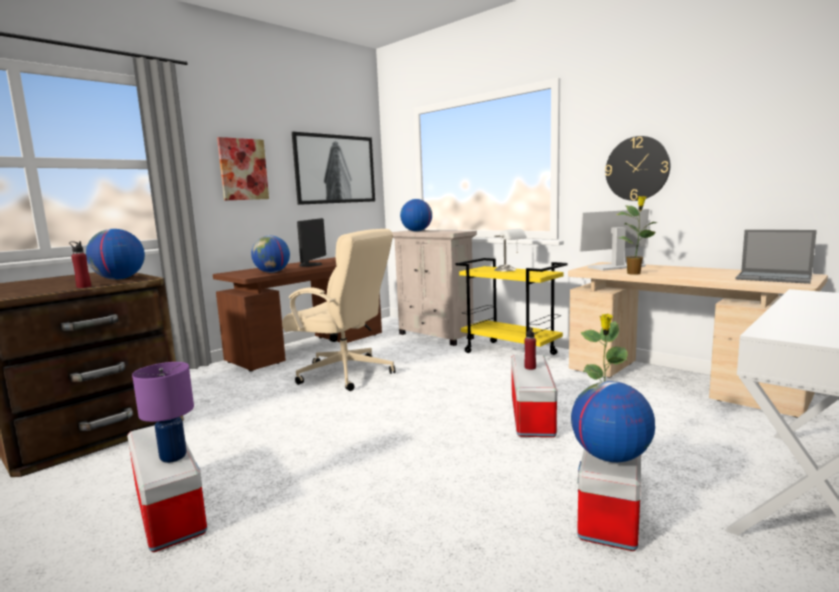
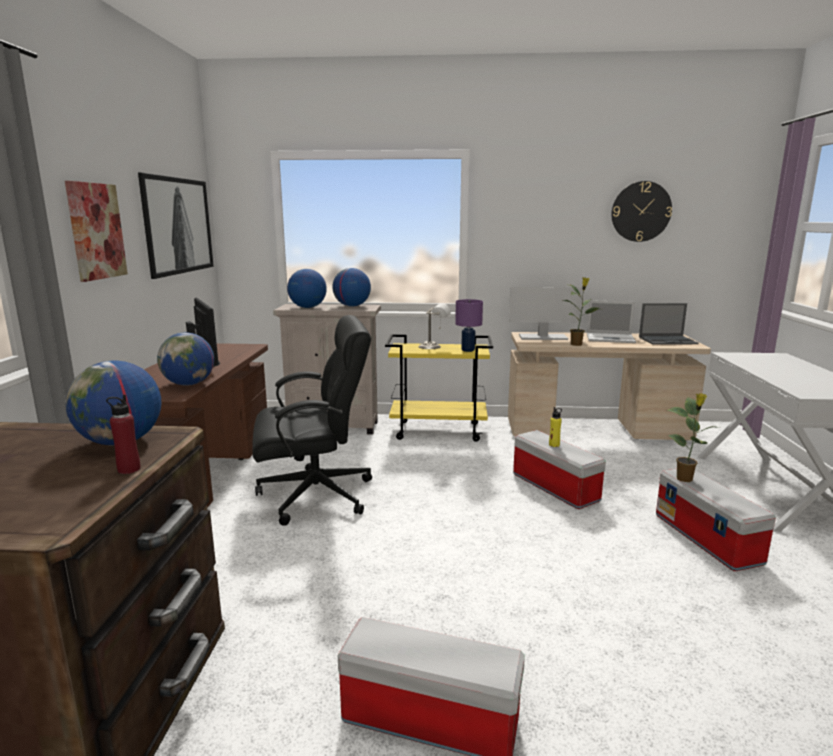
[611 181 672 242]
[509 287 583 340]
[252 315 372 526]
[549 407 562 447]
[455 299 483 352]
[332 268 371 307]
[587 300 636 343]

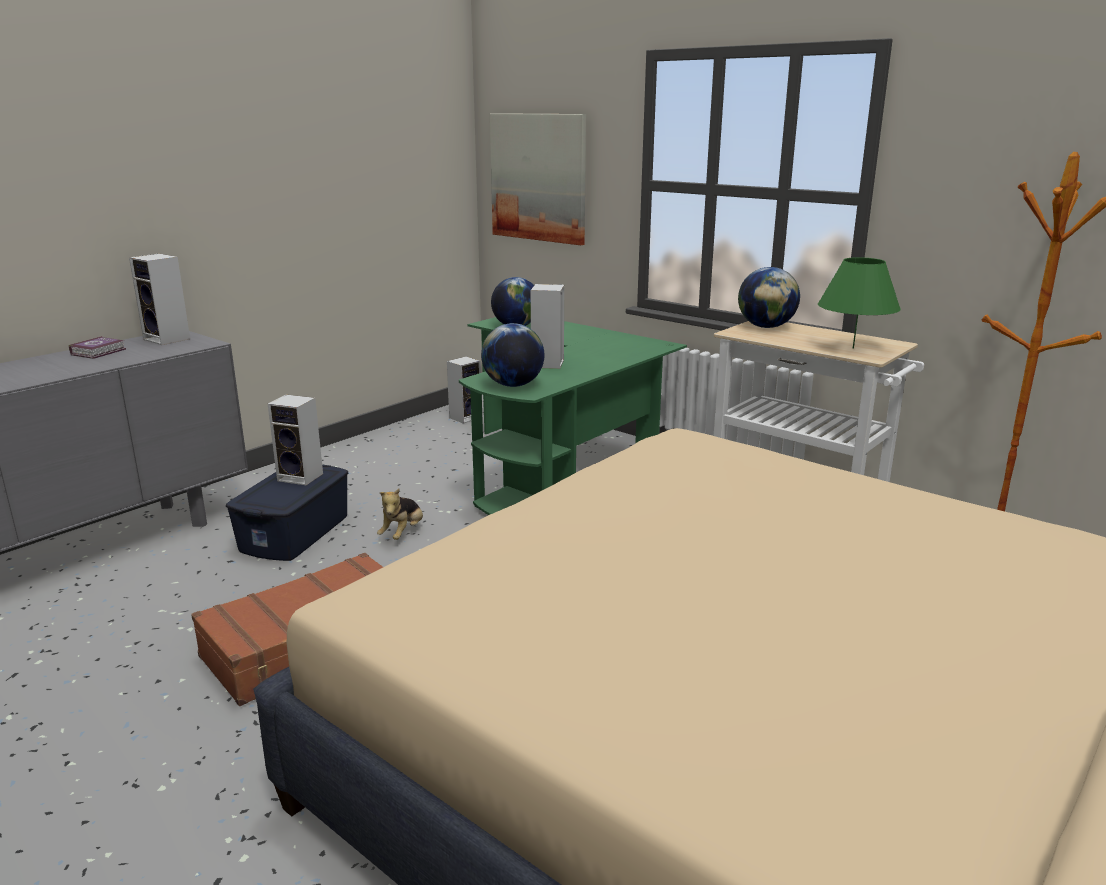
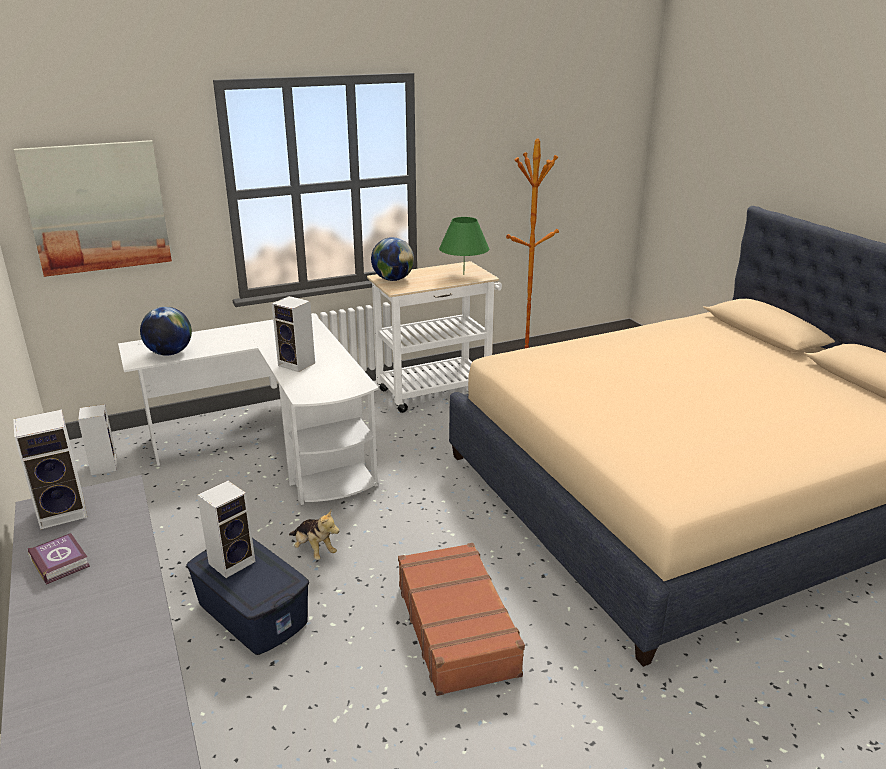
[118 313 378 505]
[481 323 544 387] (first image)

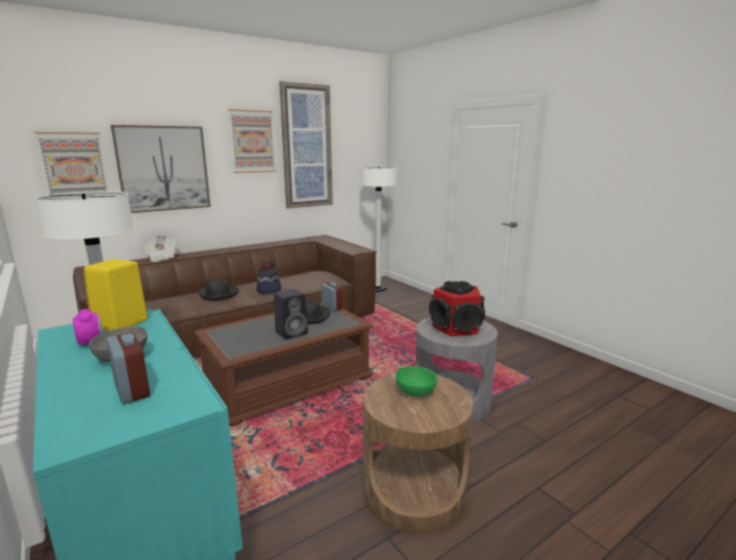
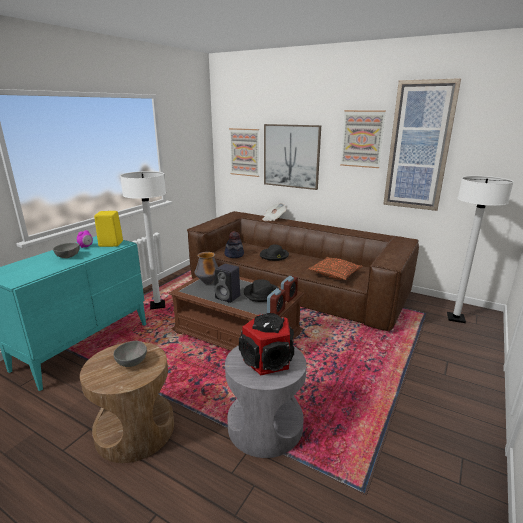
[224 231 244 258]
[267 288 286 315]
[113 341 147 367]
[195 252 218 284]
[308 257 363 280]

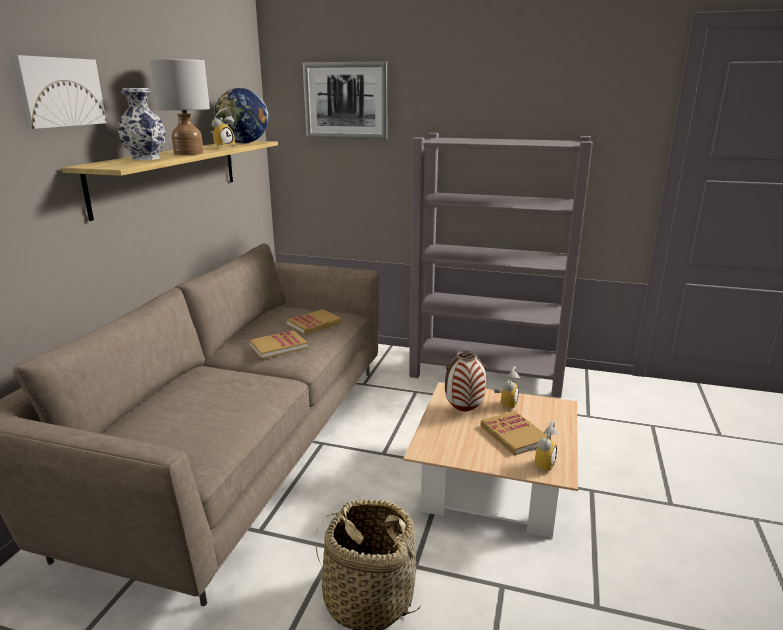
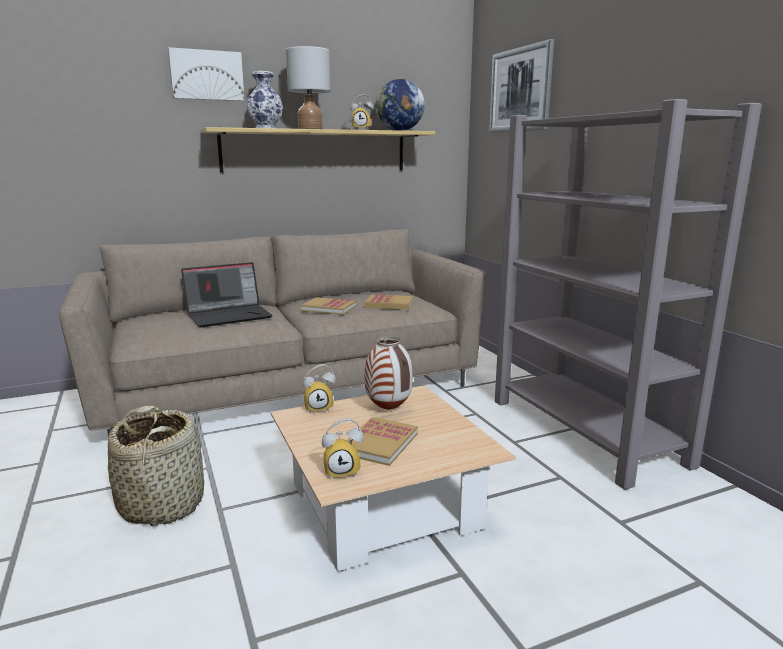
[303 364 336 414]
[181 262 273 328]

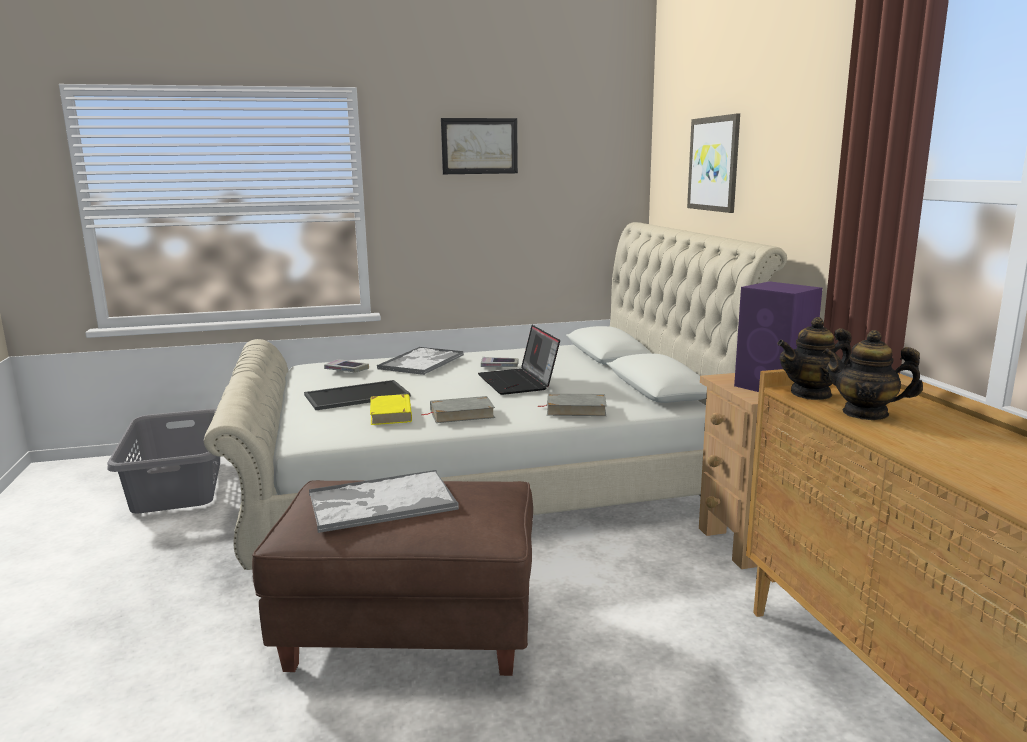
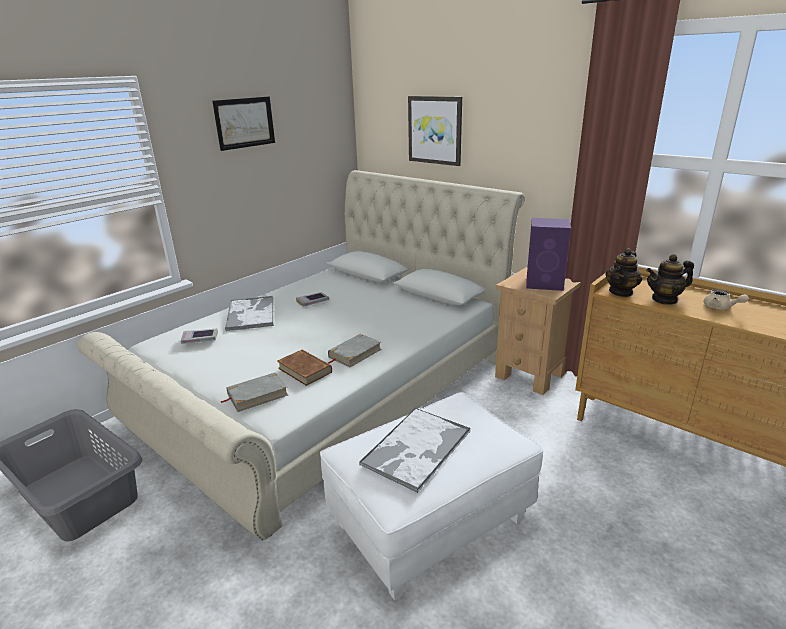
[478 325 560 395] (first image)
[304 380 411 410] (first image)
[220 372 288 412]
[277 350 332 386]
[320 392 543 600]
[703 289 749 310]

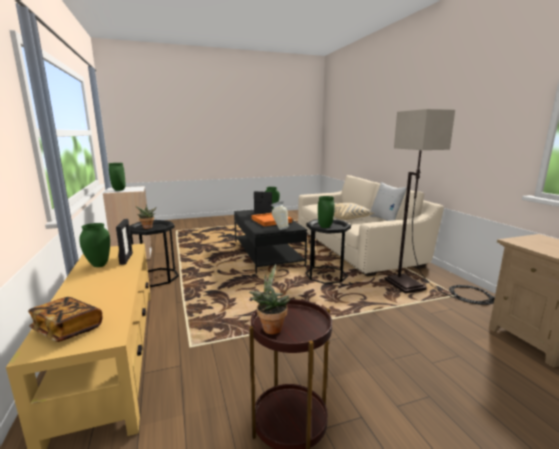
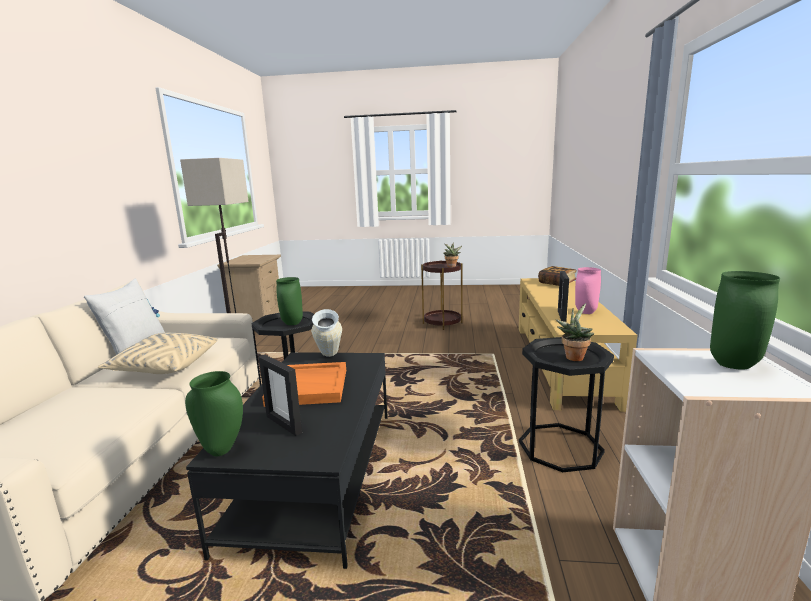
[575 267 601 314]

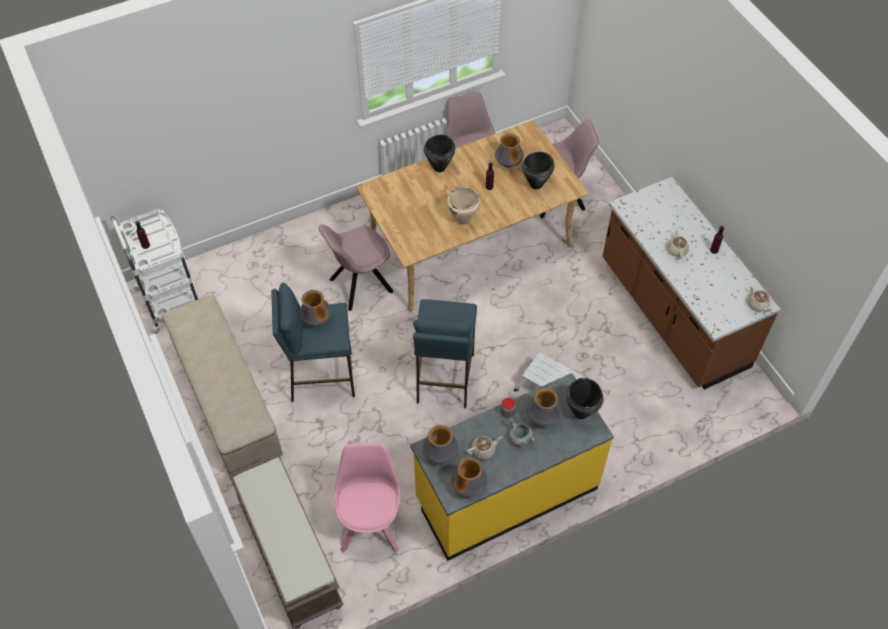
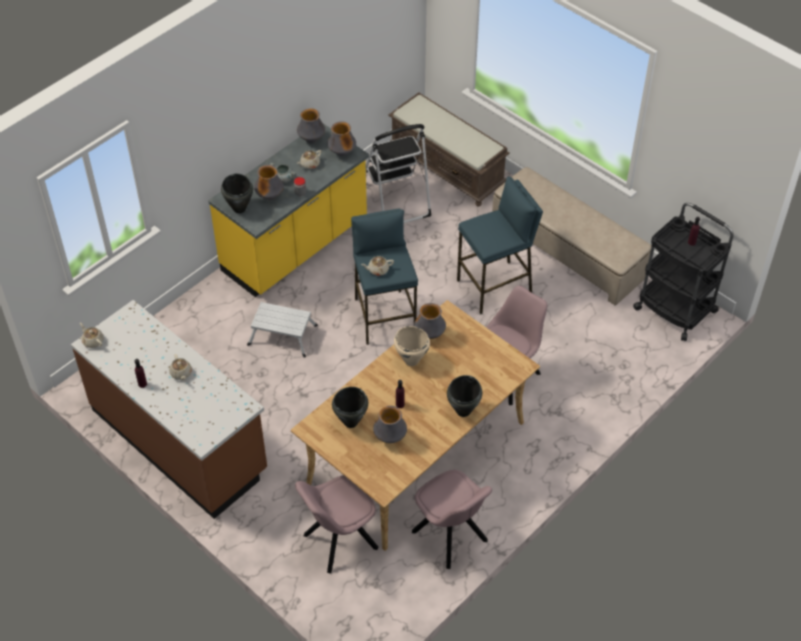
[633 203 734 341]
[414 303 446 339]
[366 124 431 223]
[361 256 394 276]

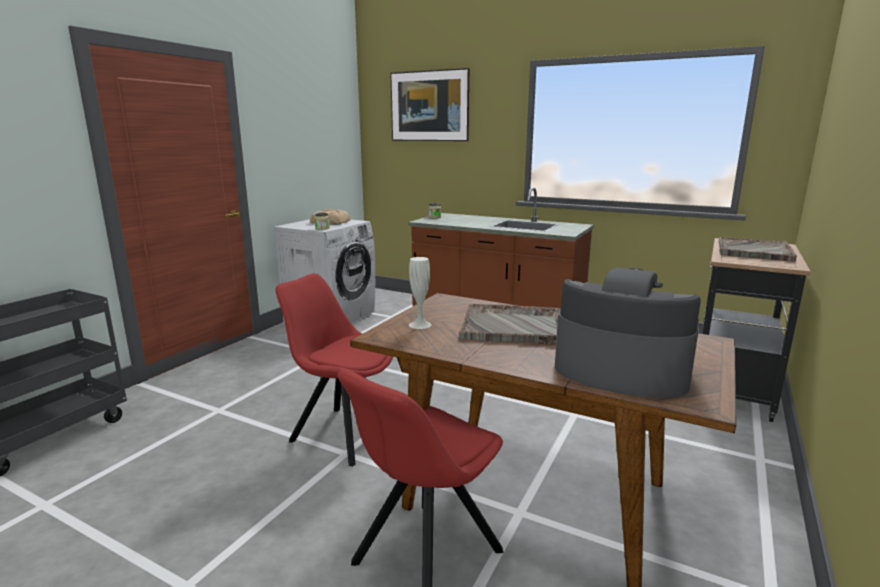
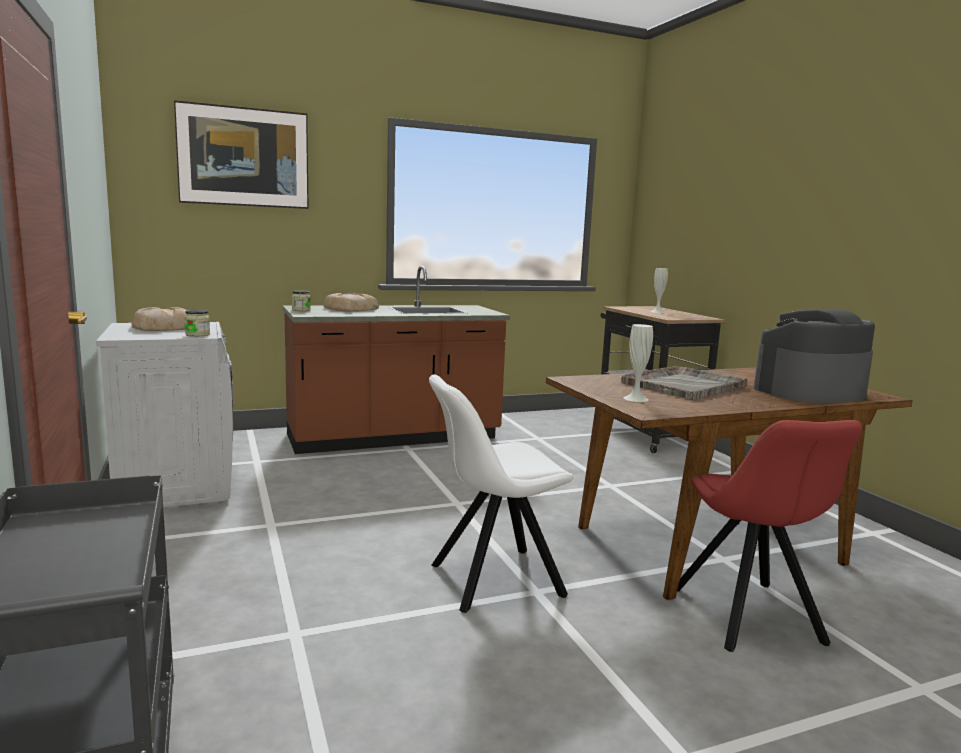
[650 268 668 313]
[429 374 573 613]
[323 293 379 311]

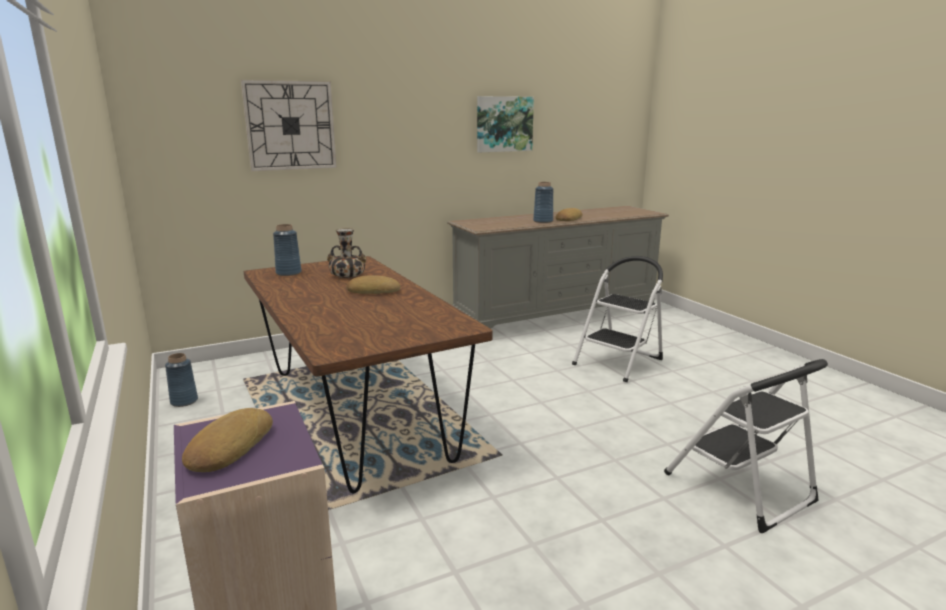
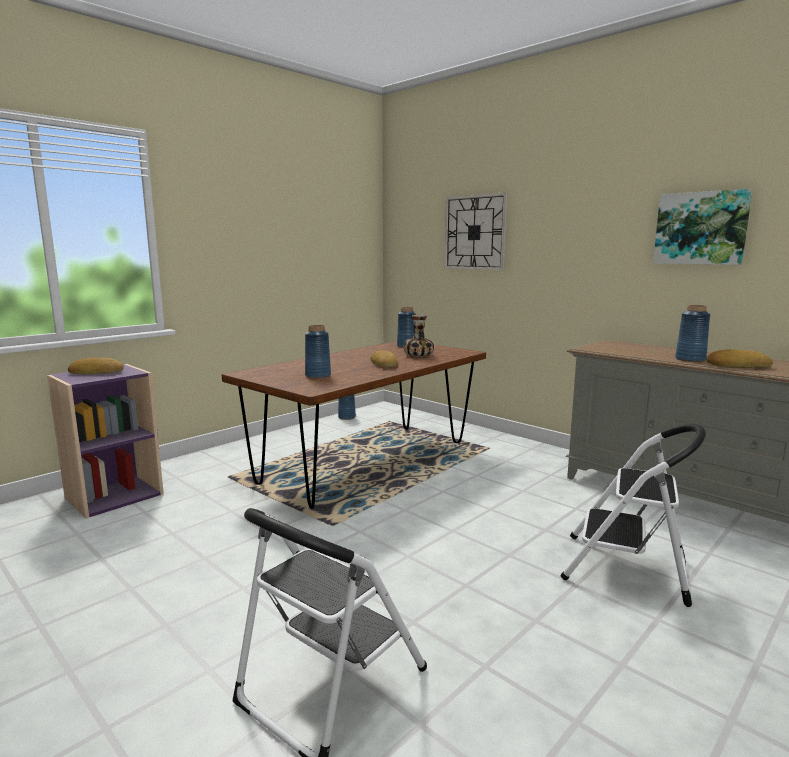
[305 325 331 378]

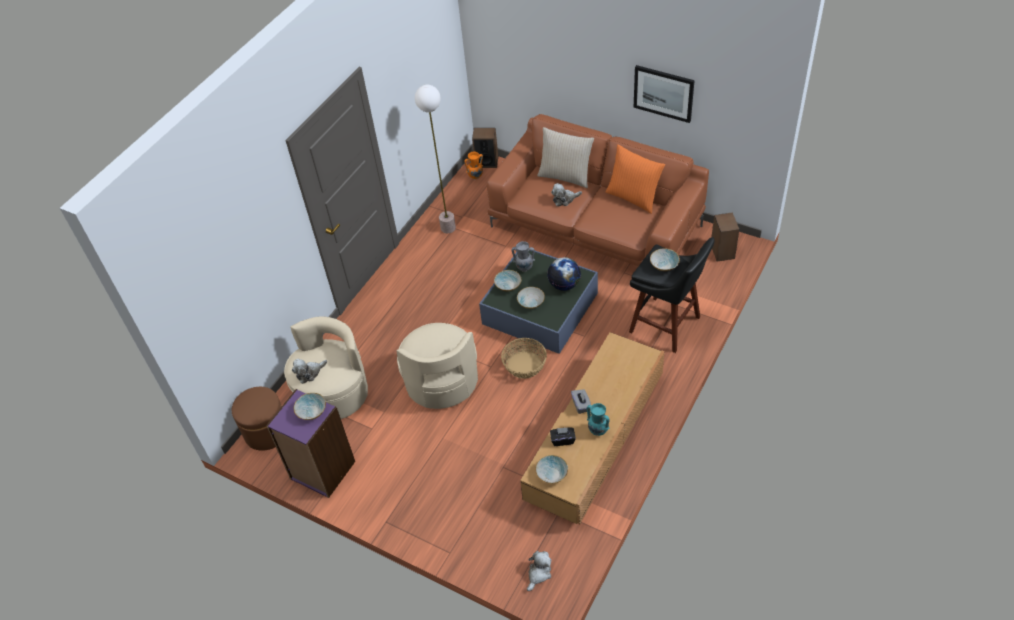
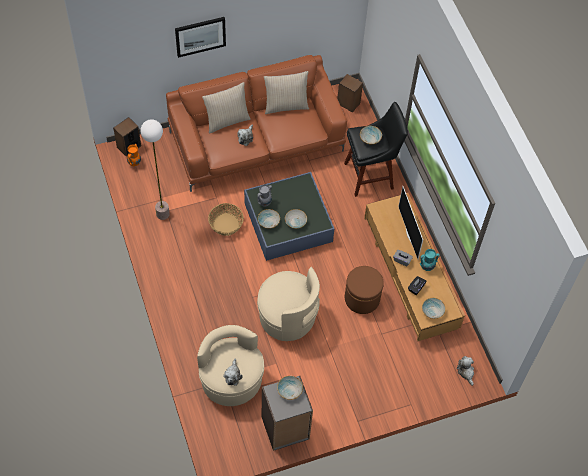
[175 17 226 58]
[264 71 309 114]
[548 257 581 291] (first image)
[208 203 244 236]
[345 266 384 314]
[262 376 313 451]
[398 186 423 259]

